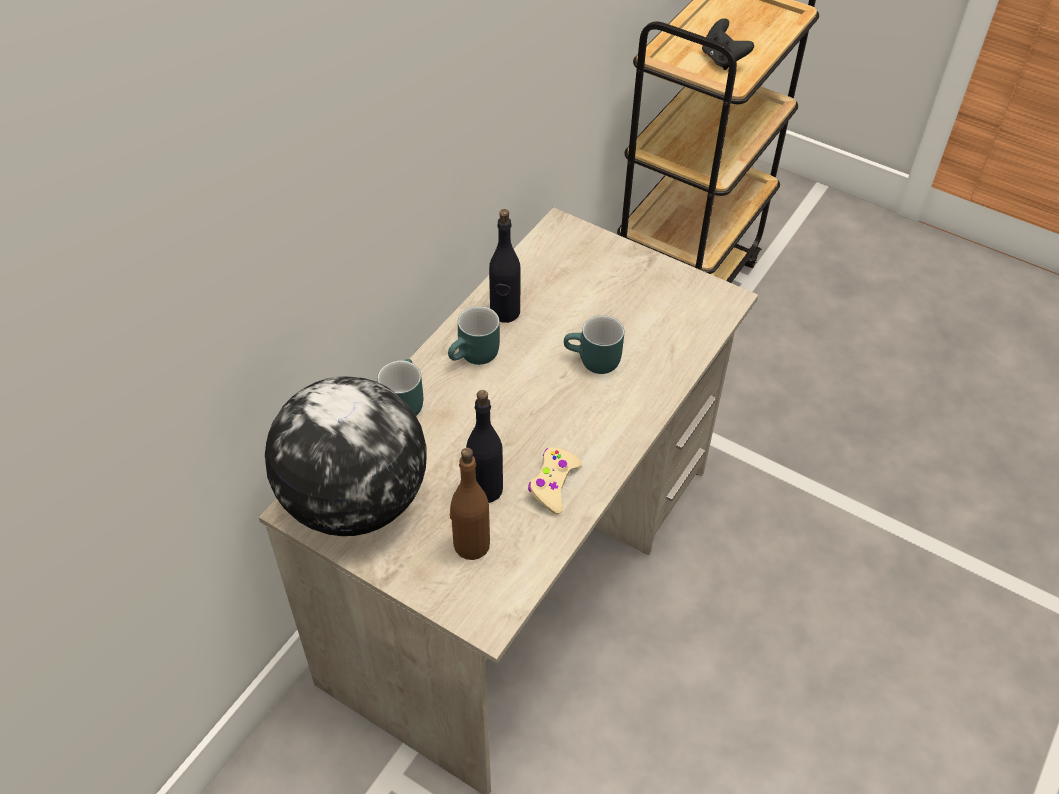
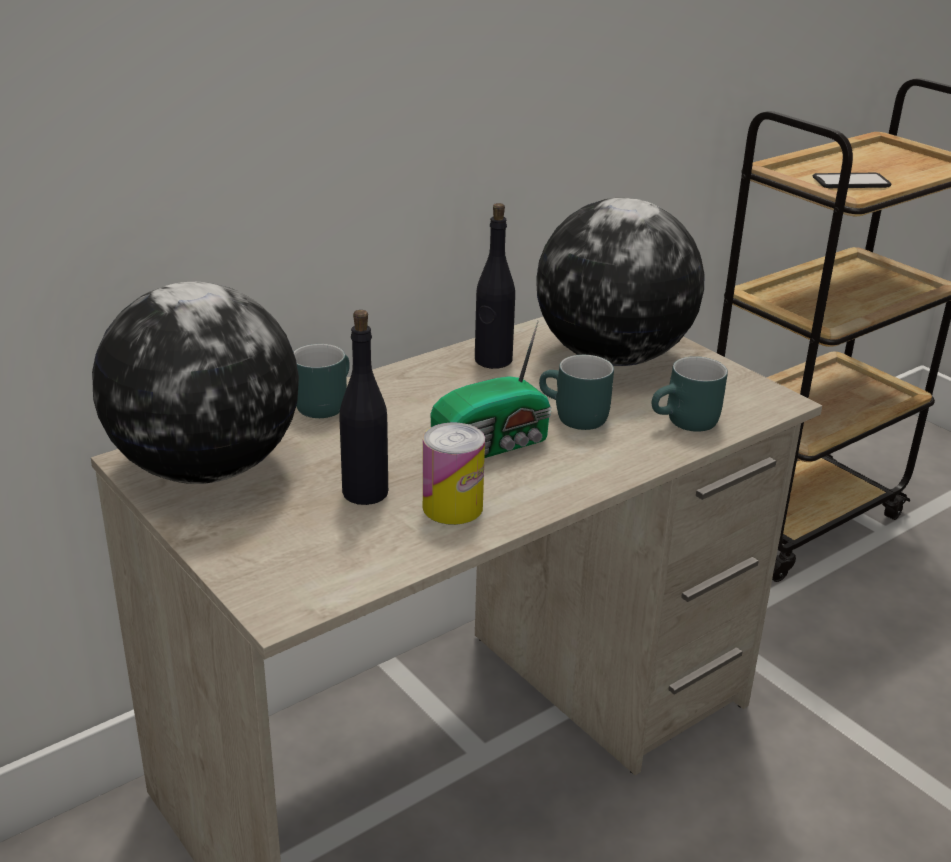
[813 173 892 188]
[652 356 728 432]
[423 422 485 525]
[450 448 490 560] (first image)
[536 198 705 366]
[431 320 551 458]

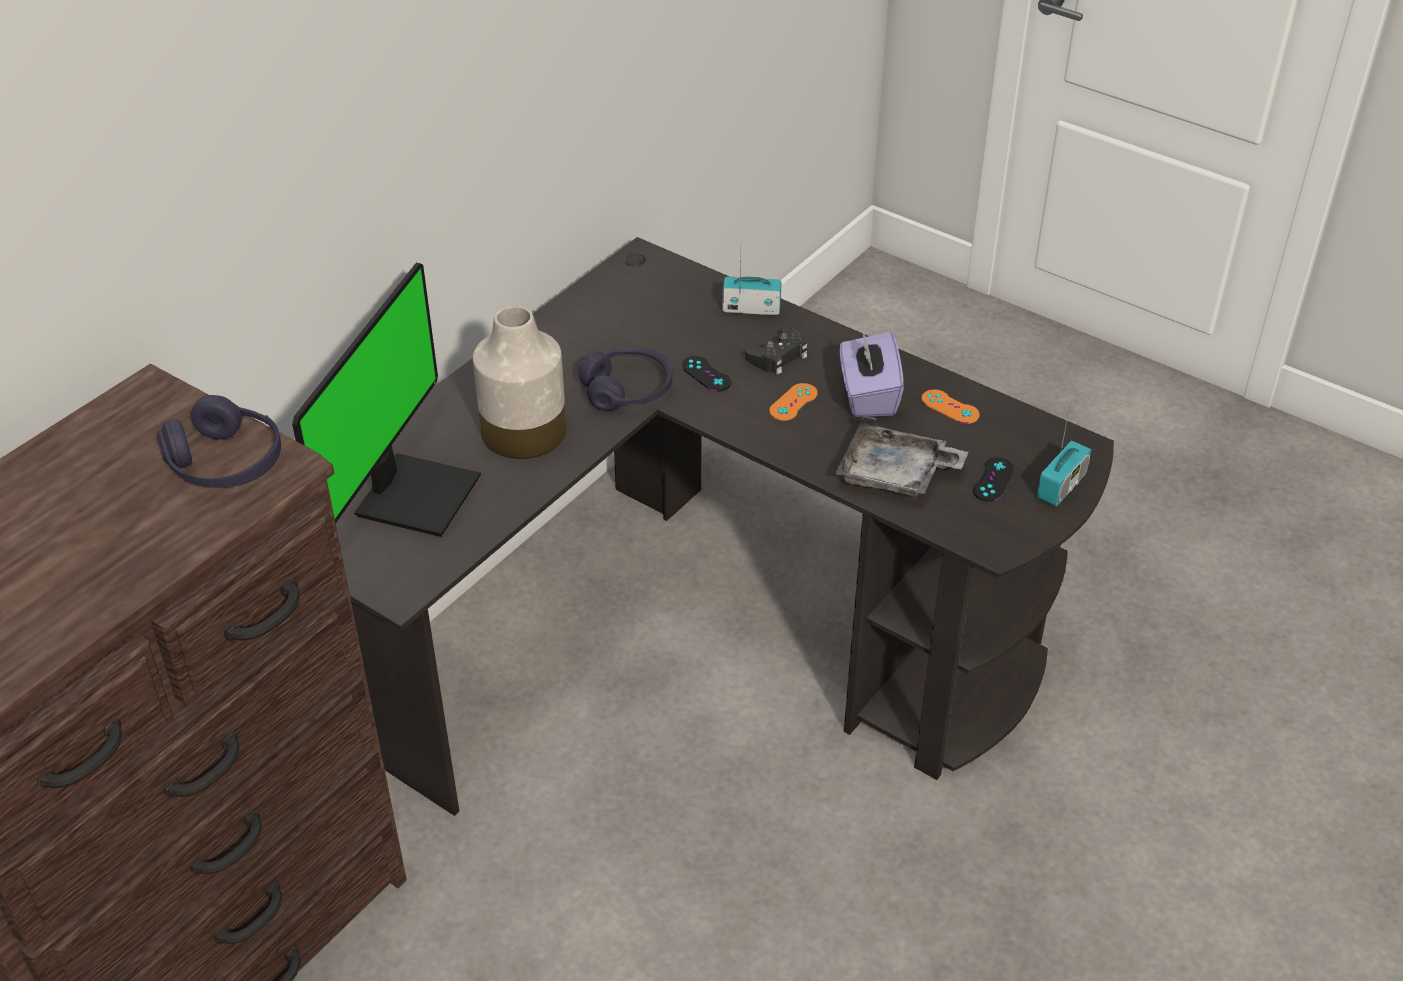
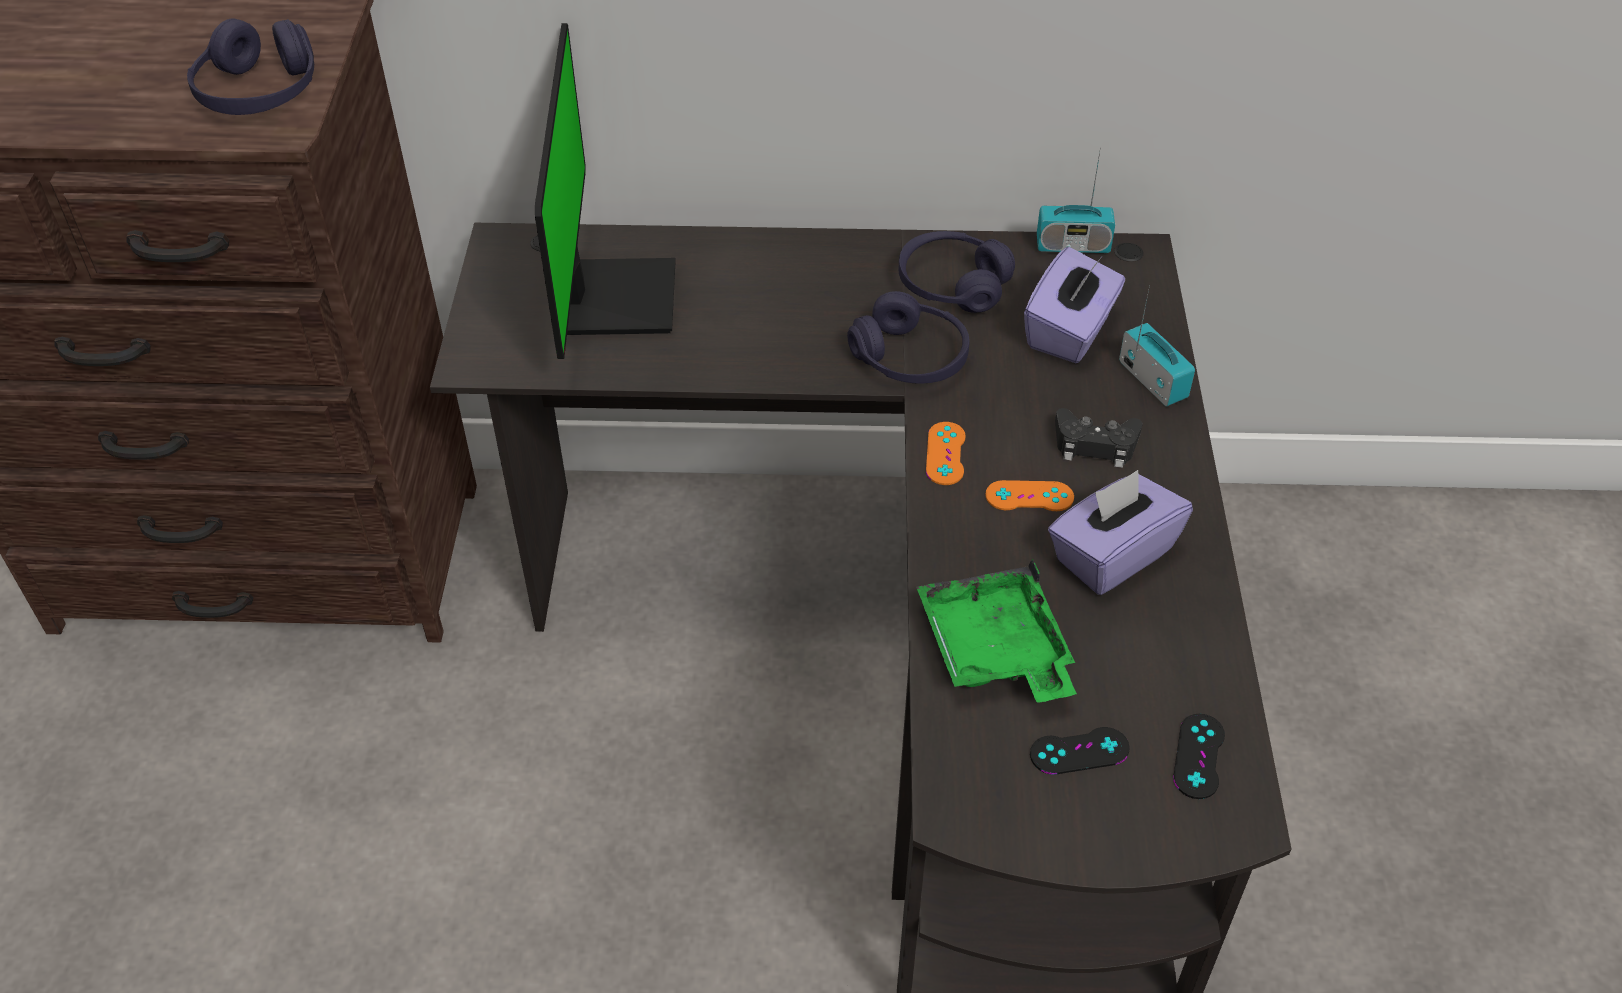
[535 23 676 359]
[473 306 567 459] (first image)
[1173 714 1225 799]
[926 422 966 485]
[1037 147 1115 253]
[916 559 1077 702]
[899 231 1015 313]
[1024 247 1125 363]

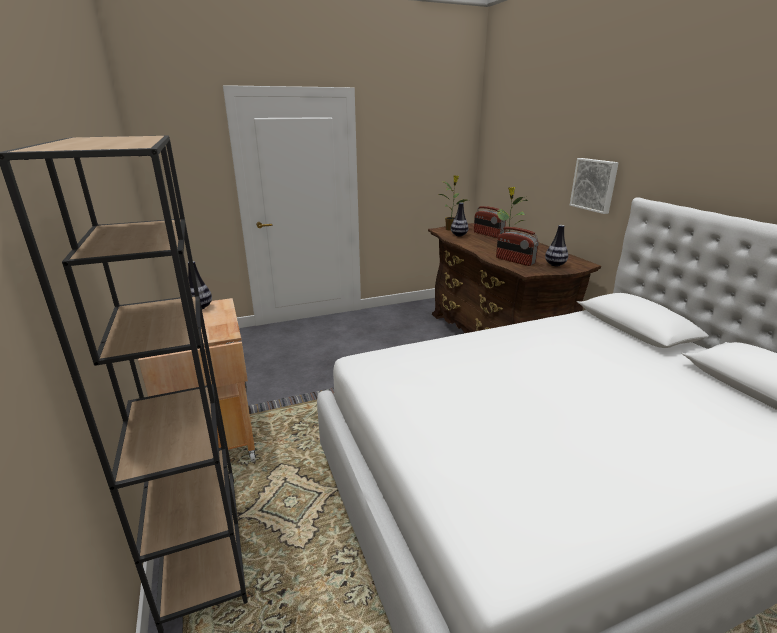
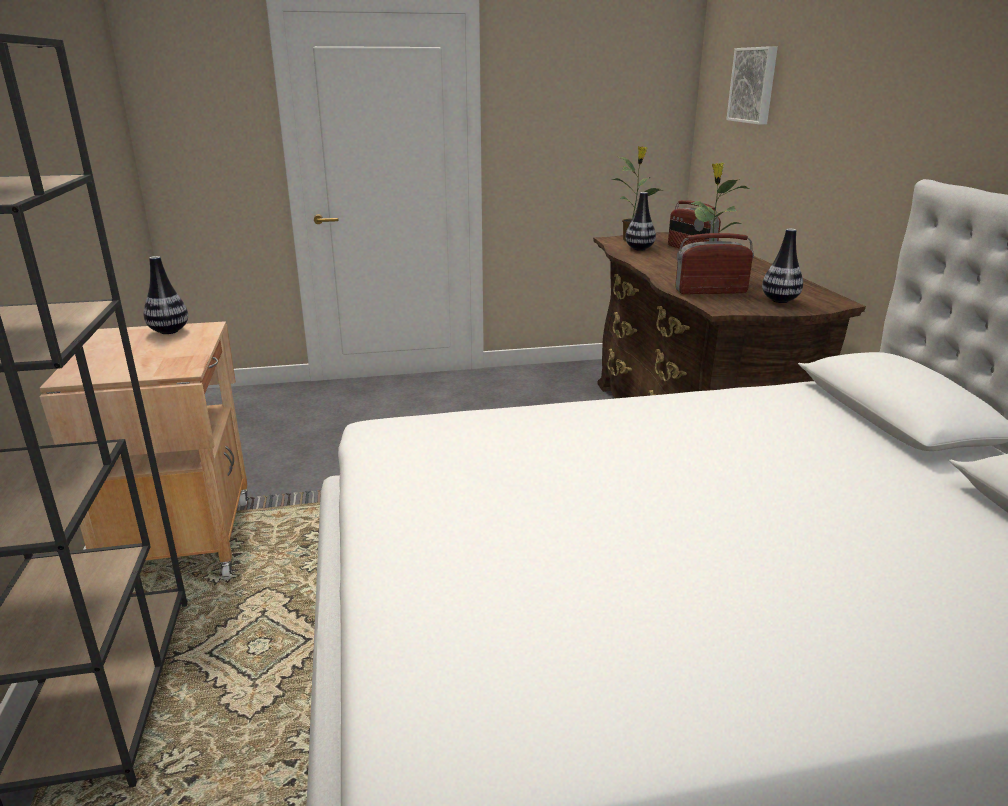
[726 46 778 125]
[675 233 754 294]

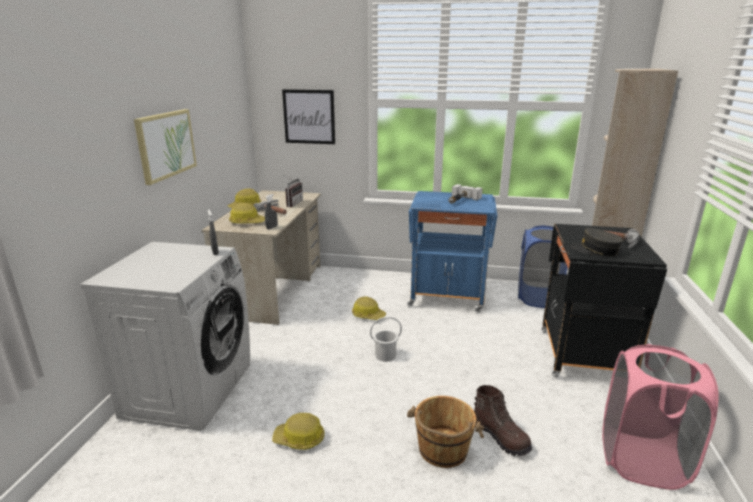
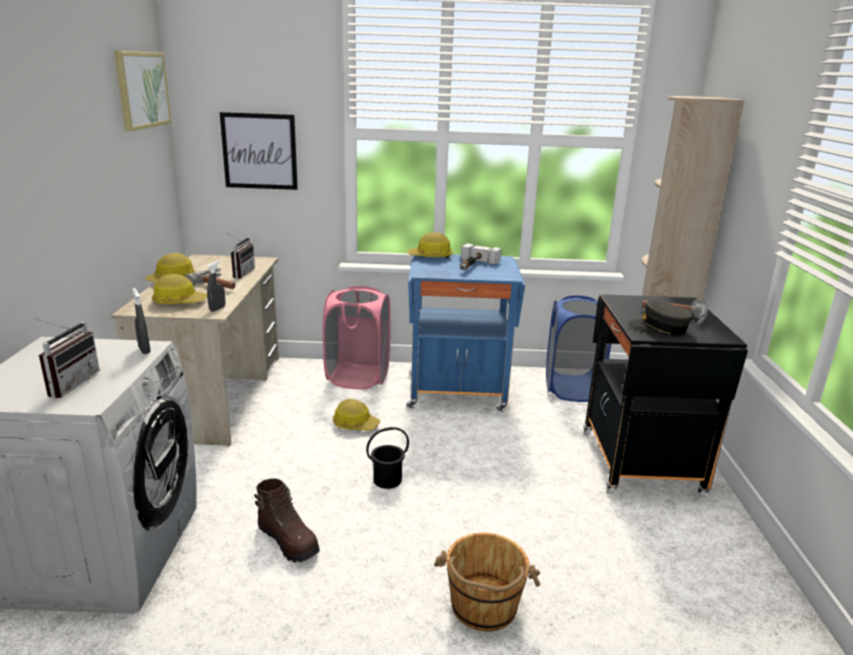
[114 51 172 131]
[366 427 409 489]
[323 286 391 389]
[254 479 320 563]
[407 232 453 258]
[34 318 100 398]

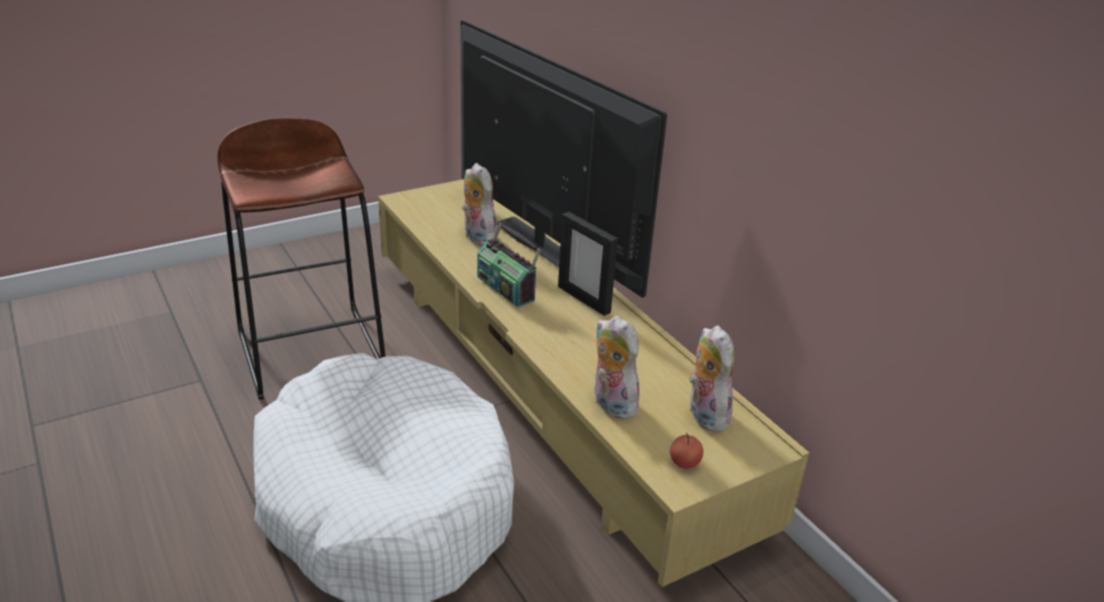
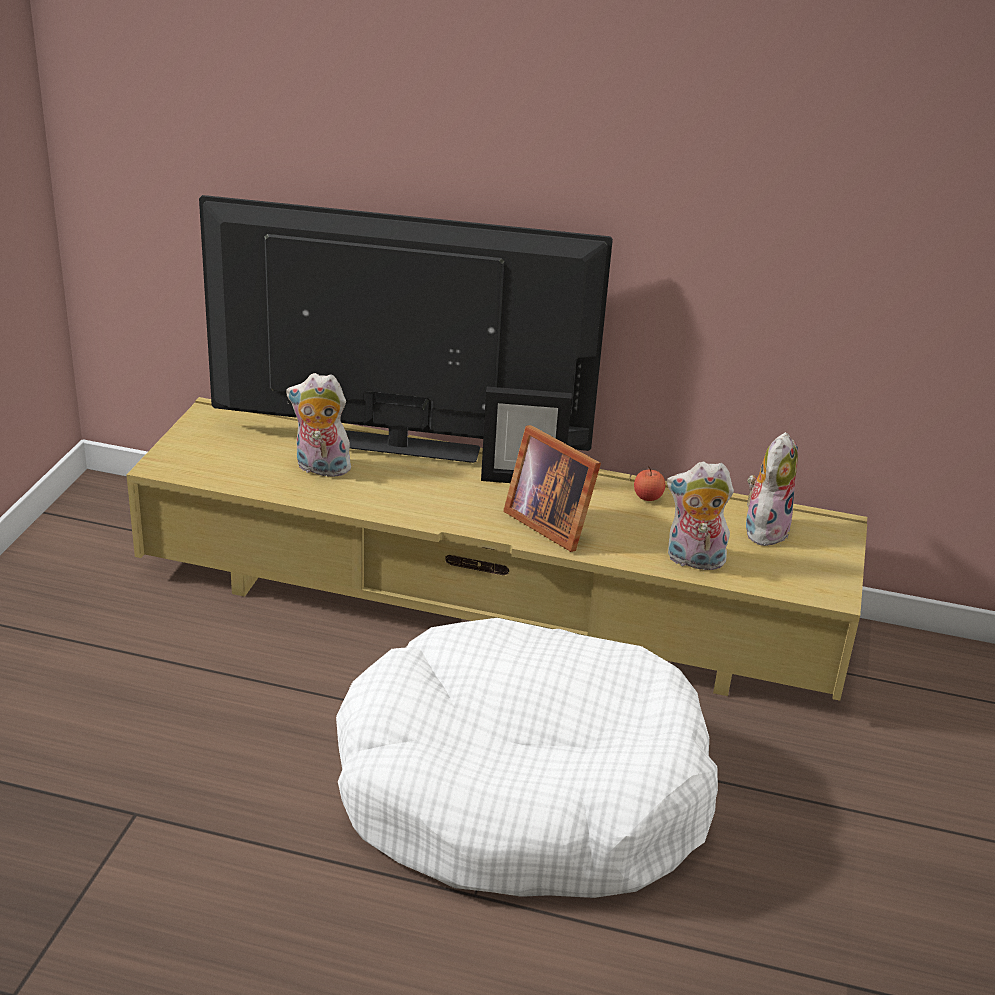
[217 118 386 400] (first image)
[477 223 541 307] (first image)
[746 432 798 546]
[634 466 665 501]
[503 425 601 552]

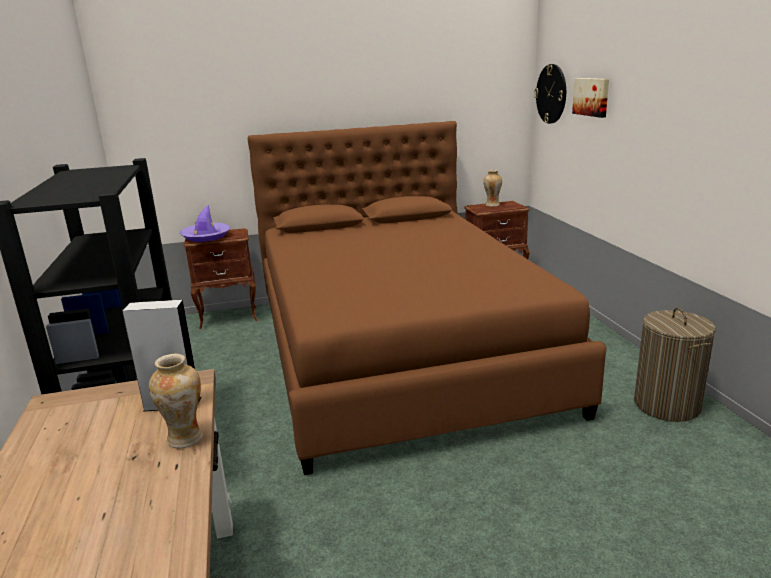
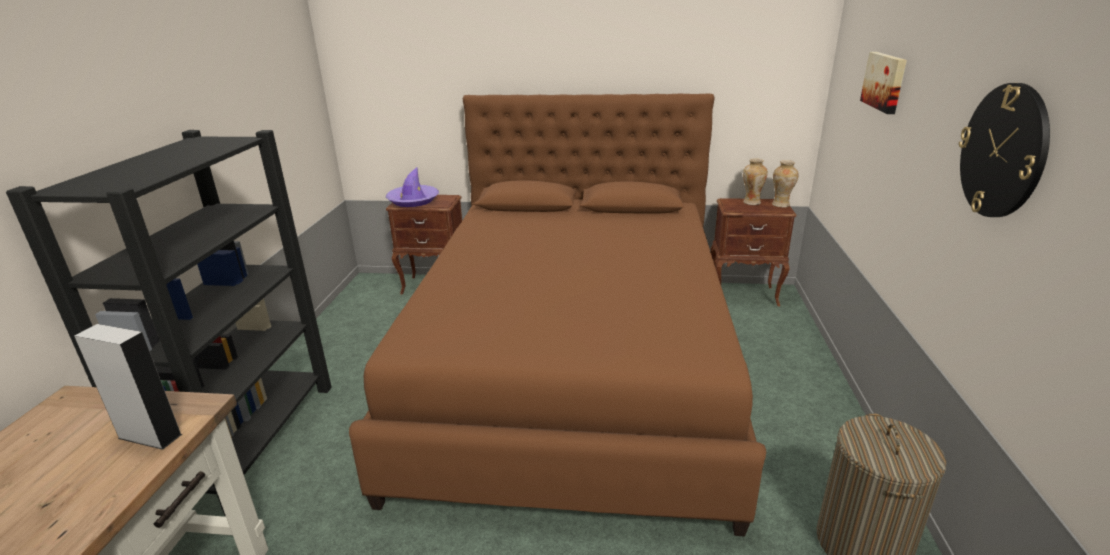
[959 83 1050 217]
[772 160 798 208]

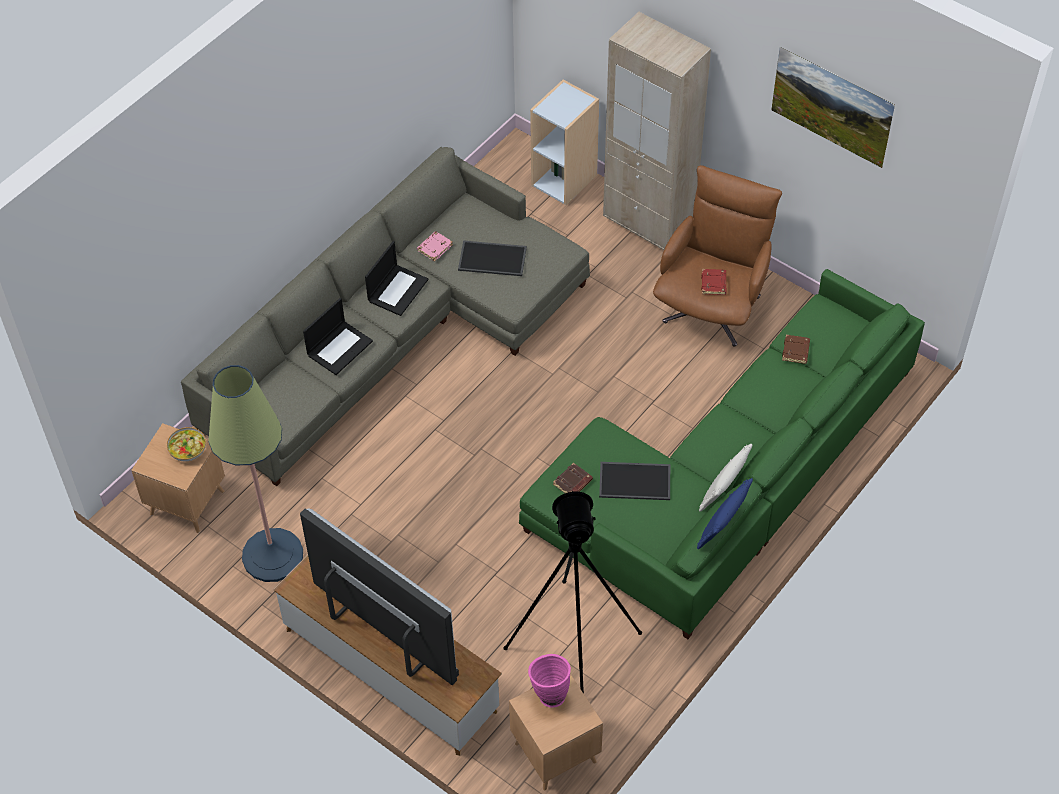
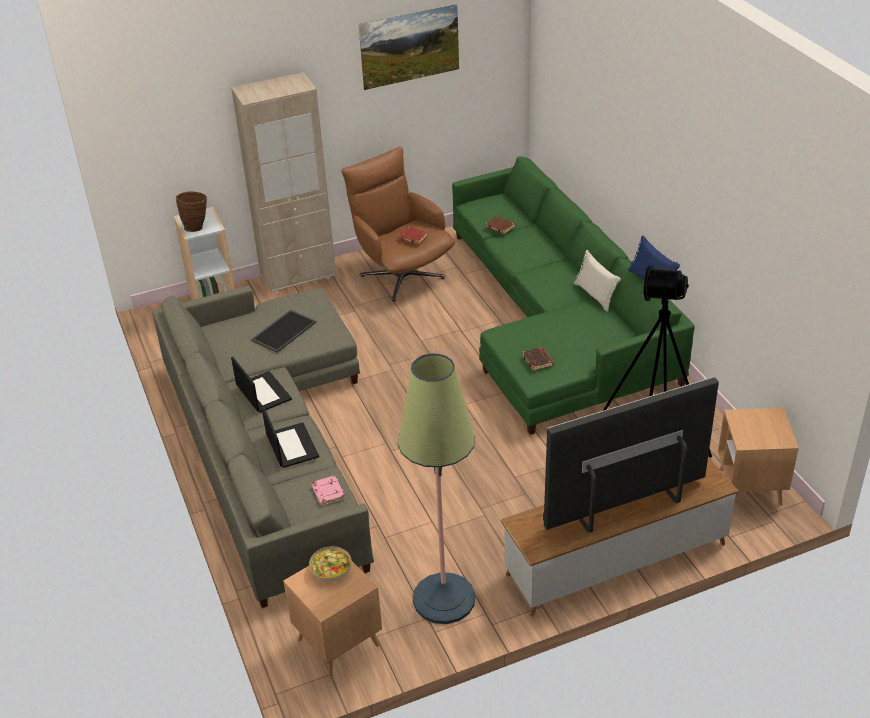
[311 475 345 506]
[599 462 670 500] (first image)
[528 654 571 708] (first image)
[176 191 207 232]

